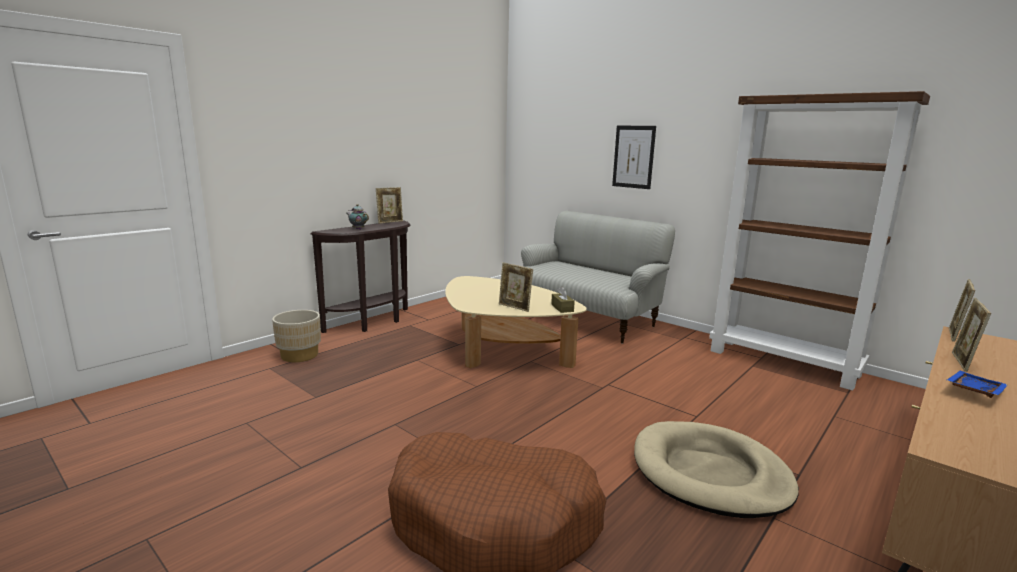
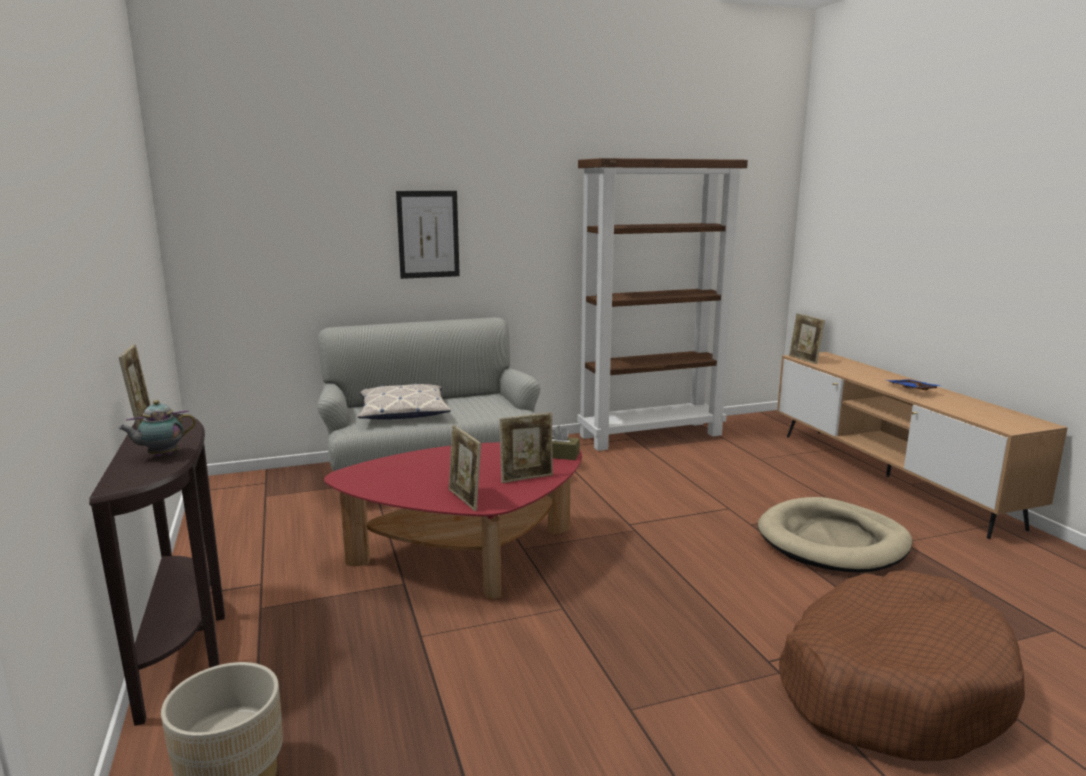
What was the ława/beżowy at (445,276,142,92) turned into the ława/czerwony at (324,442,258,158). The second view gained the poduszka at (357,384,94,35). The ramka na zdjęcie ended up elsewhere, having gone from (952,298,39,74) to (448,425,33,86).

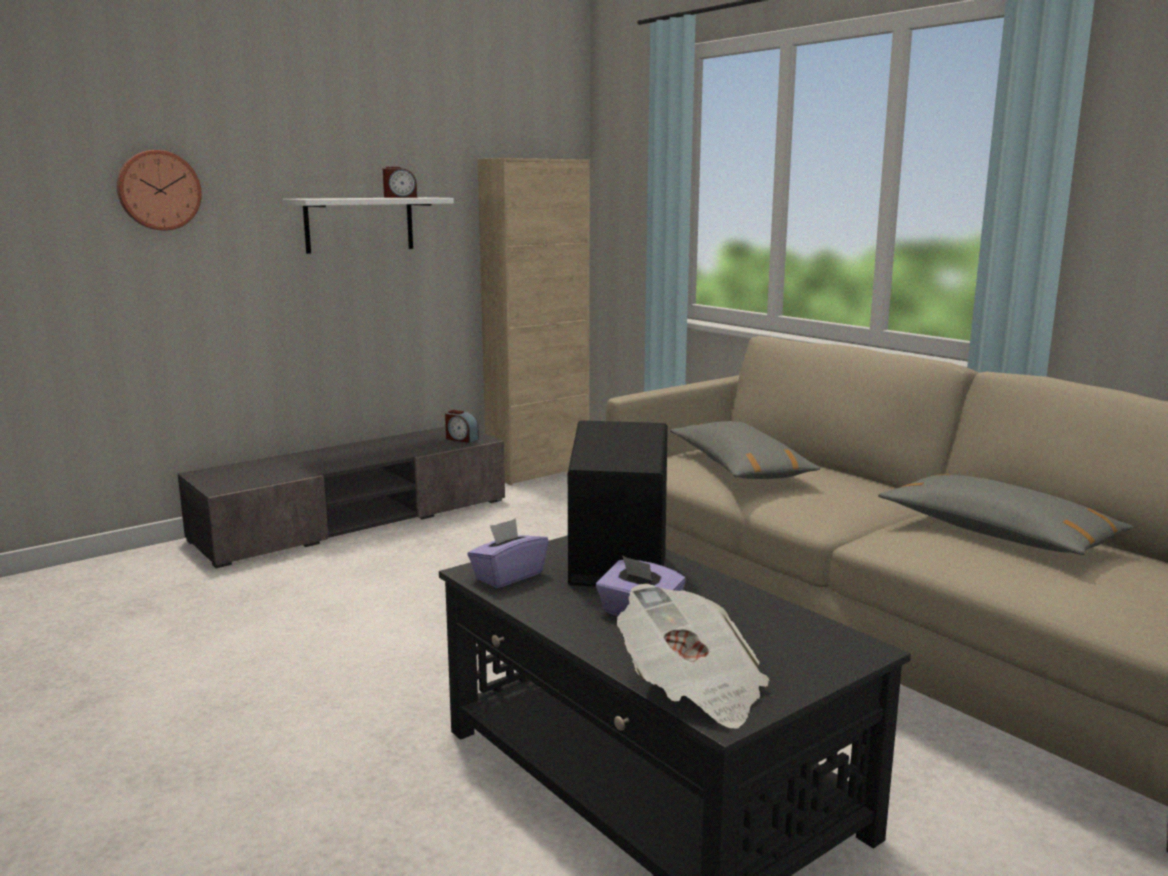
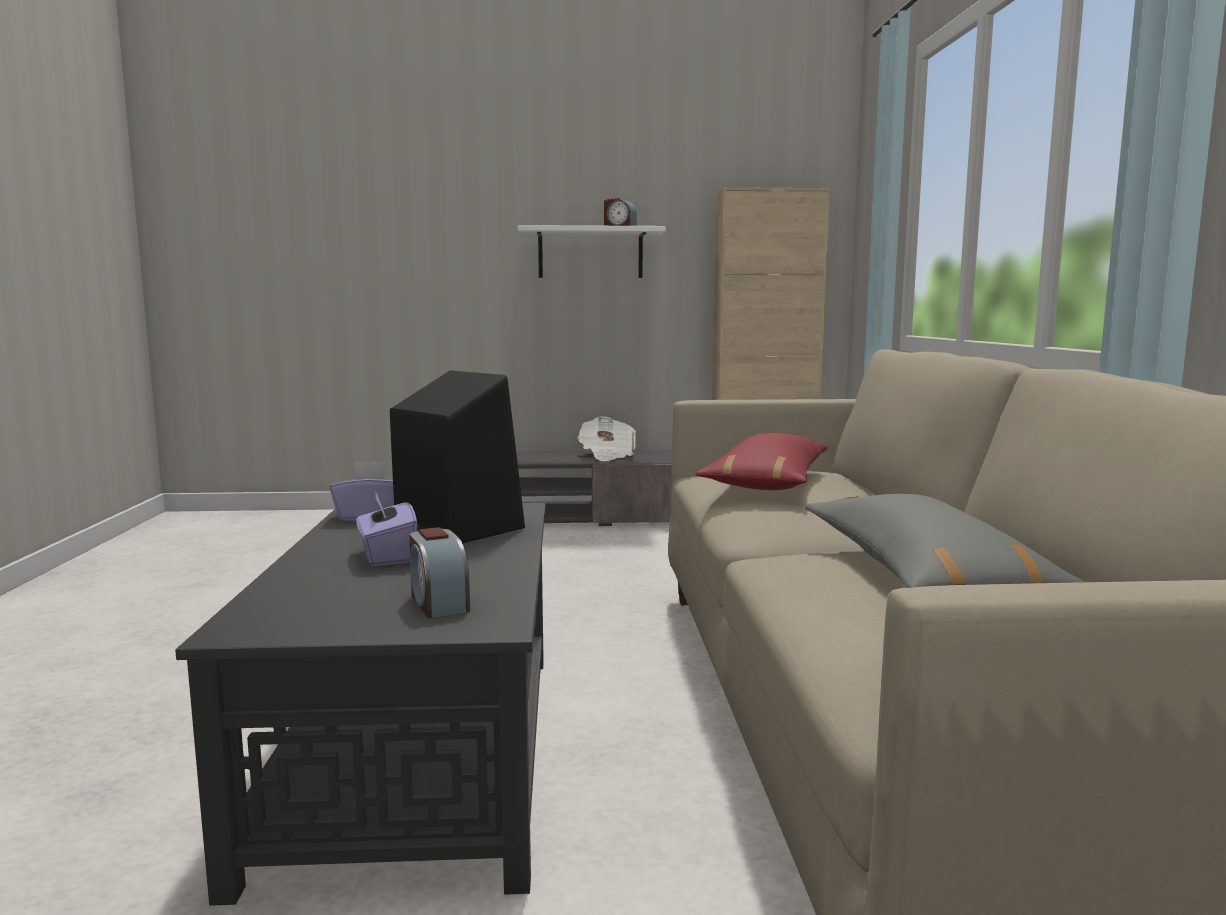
The budzik ended up elsewhere, having gone from (445,410,34,33) to (409,527,61,91). The gazeta ended up elsewhere, having gone from (617,584,152,145) to (577,416,59,45). What was the poduszka/szary at (670,421,150,58) turned into the poduszka/czerwony at (695,433,133,57). The second view lost the zegar ścienny at (117,150,85,81).

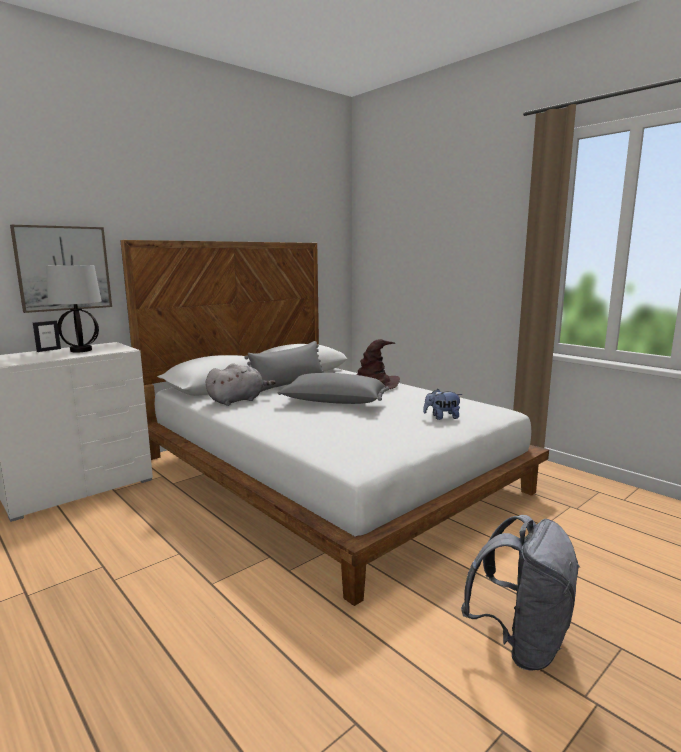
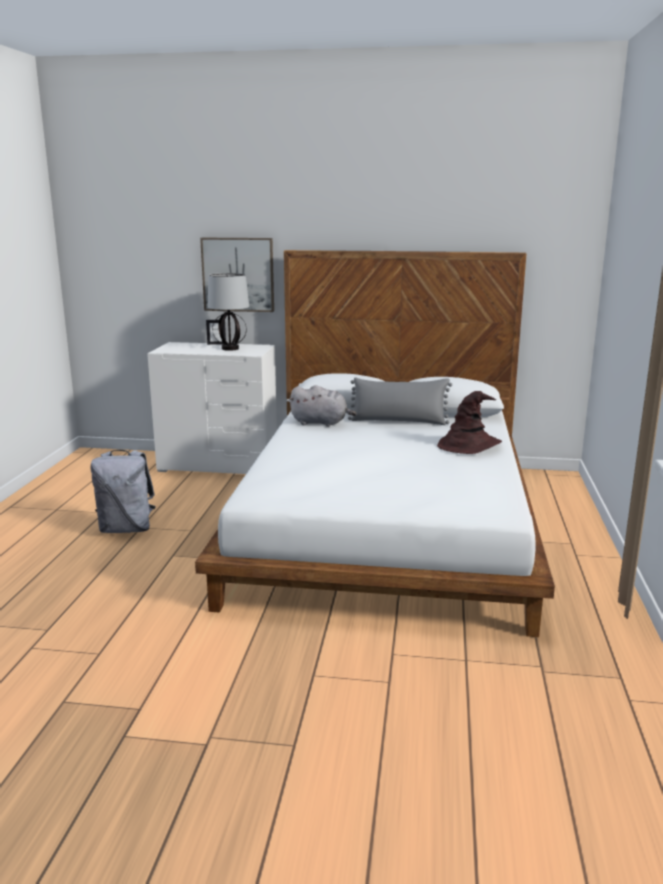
The plecak/szary ended up elsewhere, having gone from (461,515,119,156) to (90,450,66,83). The second view lost the poduszka/szary at (278,373,111,31). The second view lost the pluszak at (423,389,39,31).

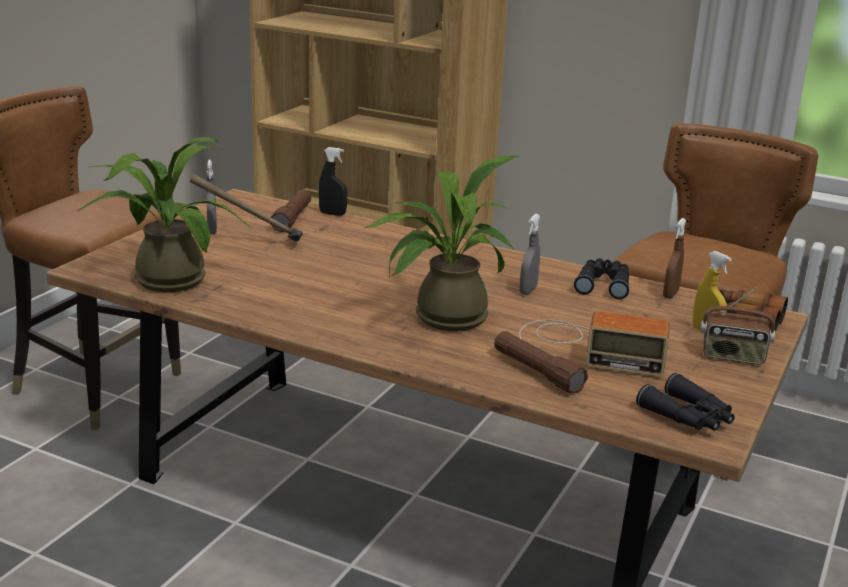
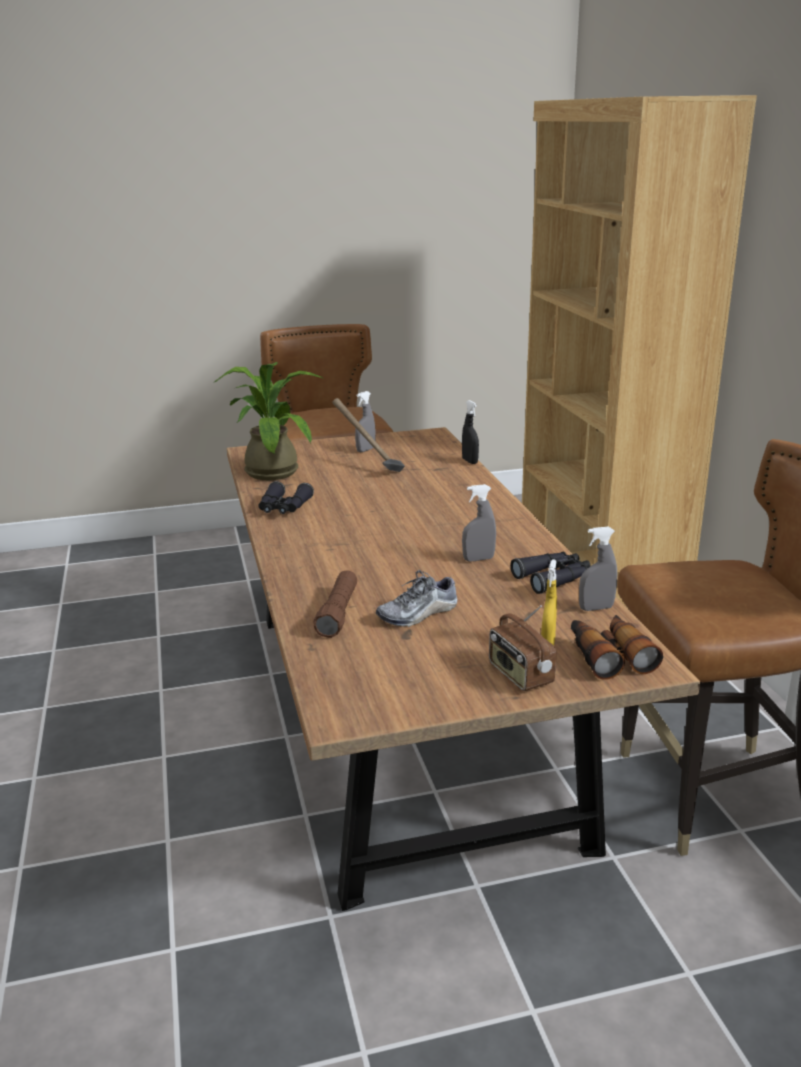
The lornetka/czarny ended up elsewhere, having gone from (636,373,99,58) to (258,481,56,33). Where the radio stood at (519,311,150,66), the but came to stand at (376,570,82,57). What was the spryskiwacz/brązowy at (663,218,23,81) turned into the spryskiwacz/szary at (579,527,39,84). The second view lost the latarka/brązowy at (271,190,40,42). The second view lost the roślina doniczkowa at (364,156,155,175).

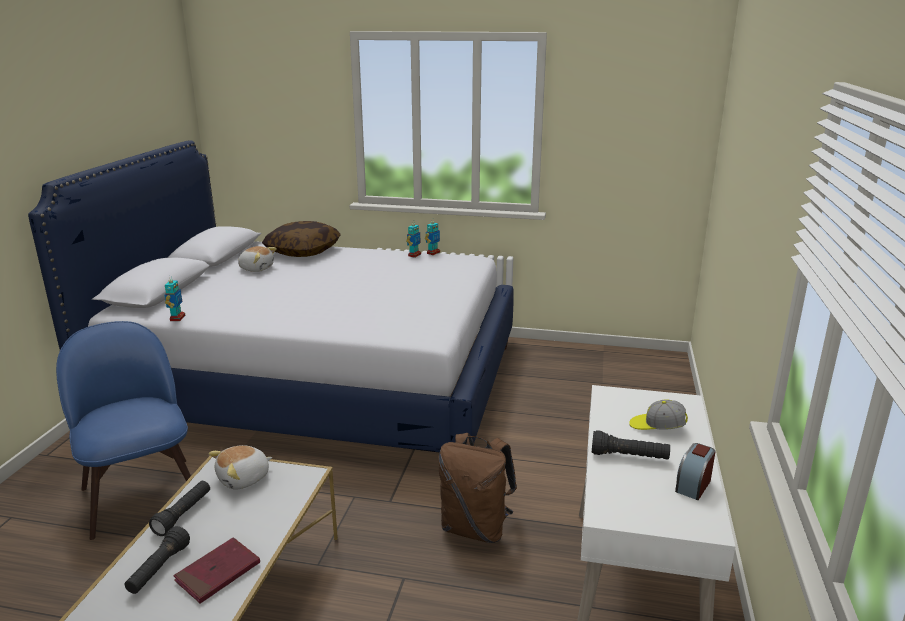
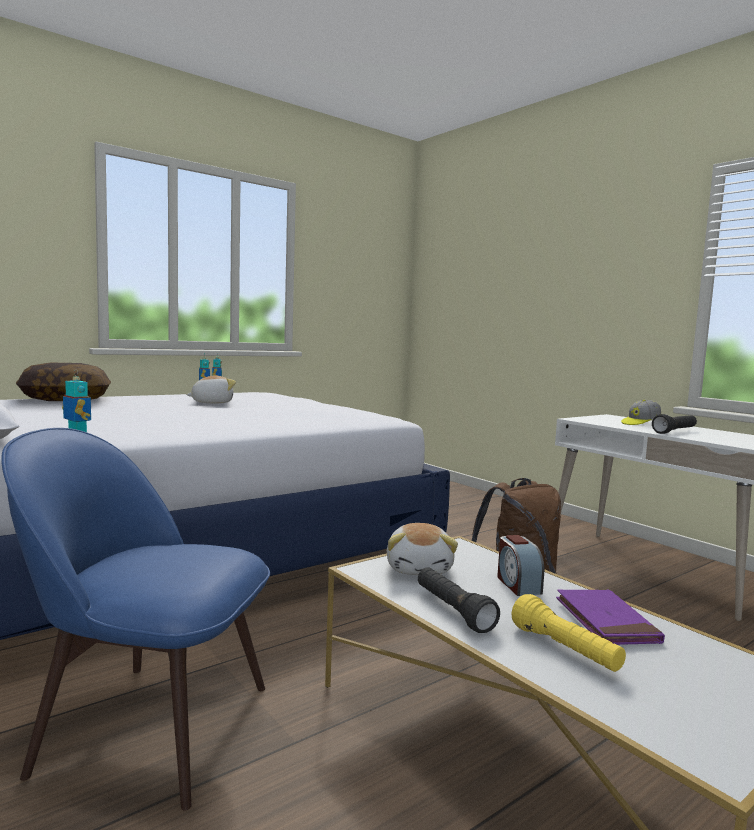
The pluszak ended up elsewhere, having gone from (238,246,39,26) to (186,375,50,29). The budzik ended up elsewhere, having gone from (675,443,40,57) to (497,535,47,61). What was the latarka/czarny at (125,526,65,68) turned into the latarka/żółty at (512,594,114,78). What was the książka/czerwony at (173,537,87,67) turned into the książka/fioletowy at (556,590,109,55).

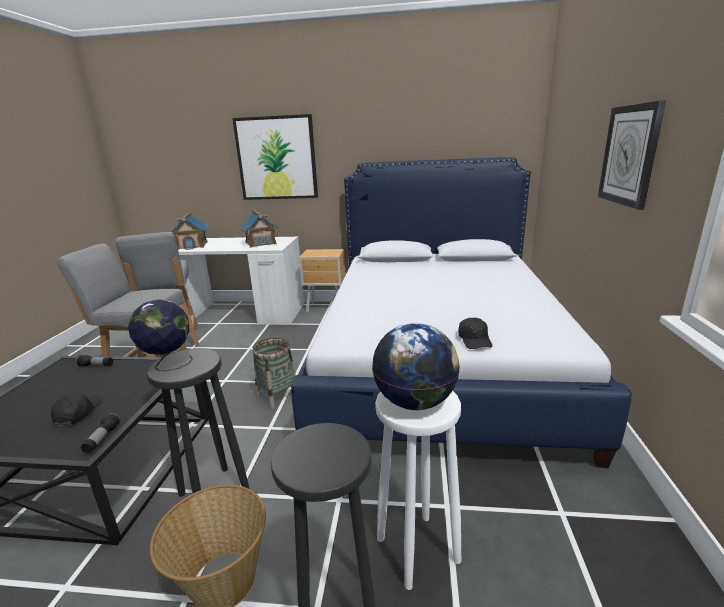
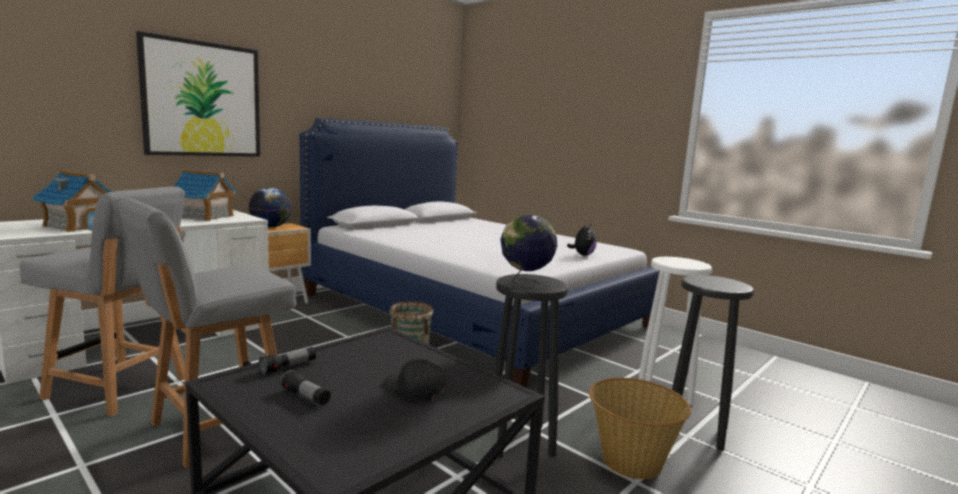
The globus ended up elsewhere, having gone from (372,323,88,87) to (249,188,43,40). The latarka ended up elsewhere, having gone from (81,413,39,40) to (280,370,51,35). Where the czapka z daszkiem/czarny stood at (458,318,34,31), the pluszak came to stand at (567,223,30,33). The second view lost the zegar ścienny at (598,101,68,109).

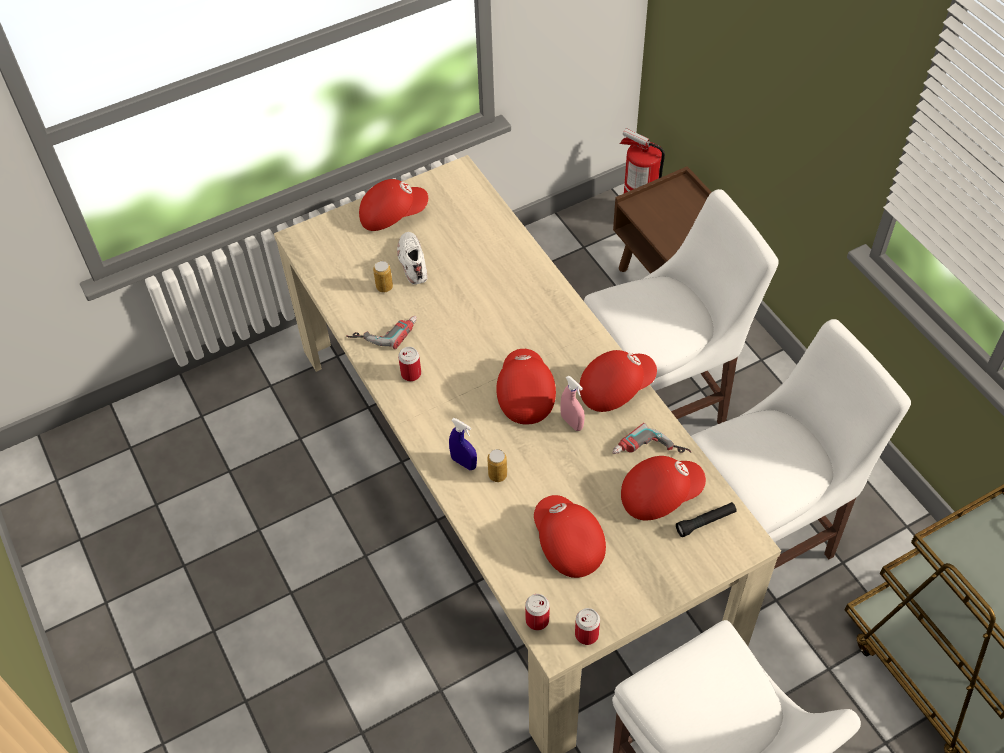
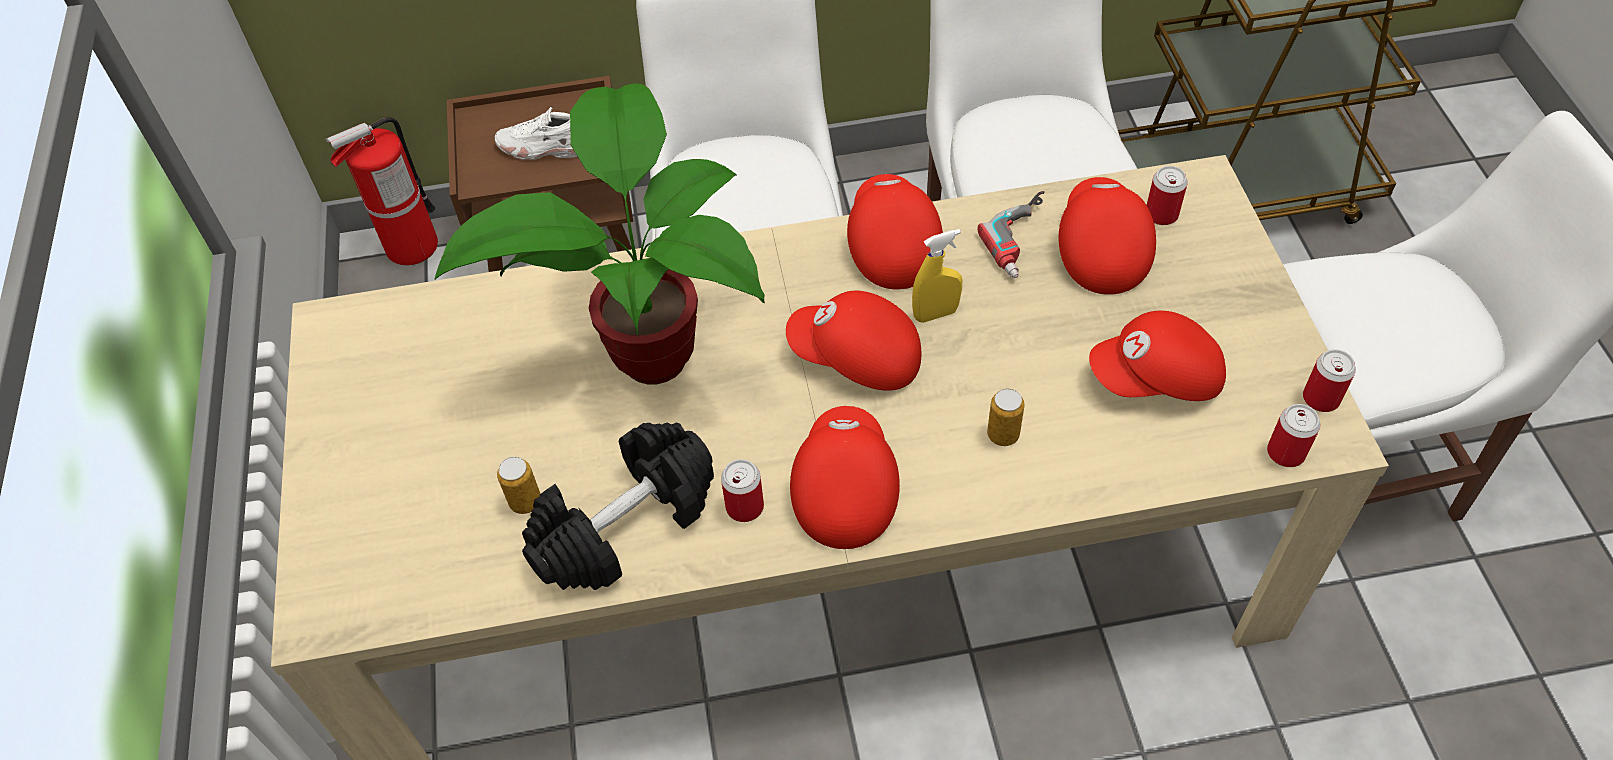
The second view gained the roślina doniczkowa at (435,83,330,301). The but/biały ended up elsewhere, having gone from (397,232,30,53) to (495,106,82,54). Where the wiertarka stood at (346,316,71,33), the hantel/czarny came to stand at (522,423,192,167). The czapka z daszkiem/czerwony ended up elsewhere, having gone from (359,179,69,52) to (790,406,110,143). What was the spryskiwacz/różowy at (560,376,25,55) turned into the spryskiwacz/żółty at (912,229,50,94). Where the latarka/czarny stood at (676,502,61,35), the puszka came to stand at (1147,166,41,59). The second view lost the spryskiwacz/niebieski at (449,418,28,52).

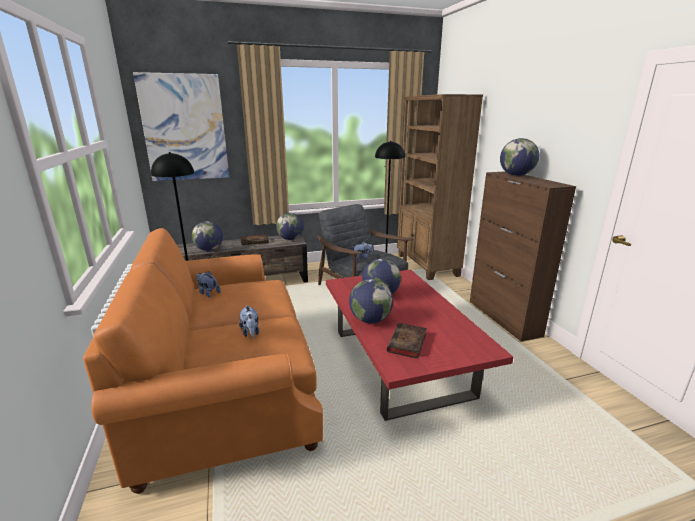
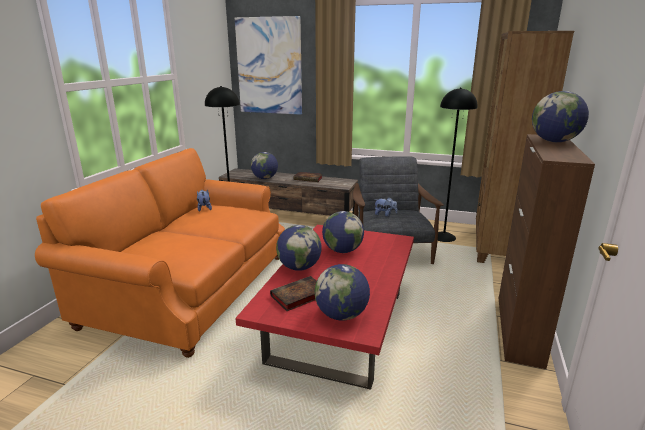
The globus ended up elsewhere, having gone from (276,213,28,27) to (314,264,56,57). The second view lost the pluszak at (239,305,20,33).

